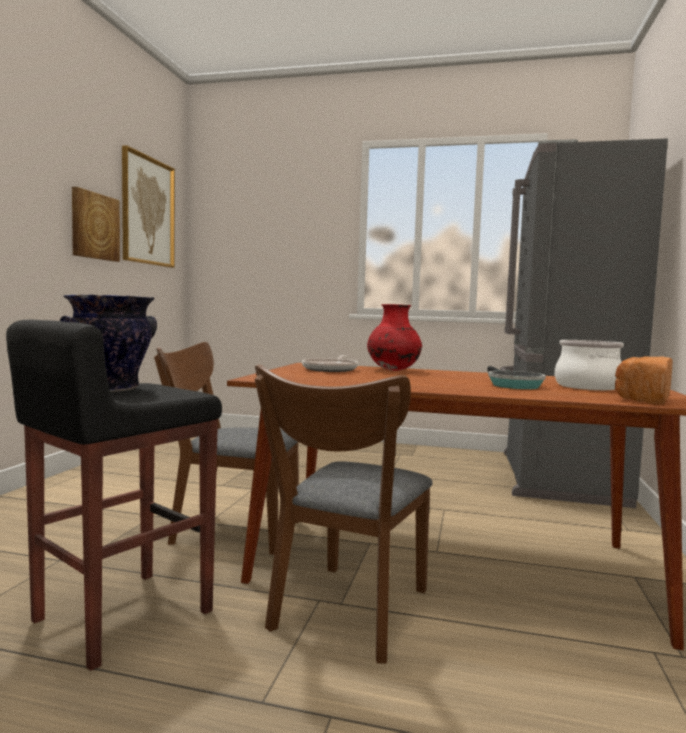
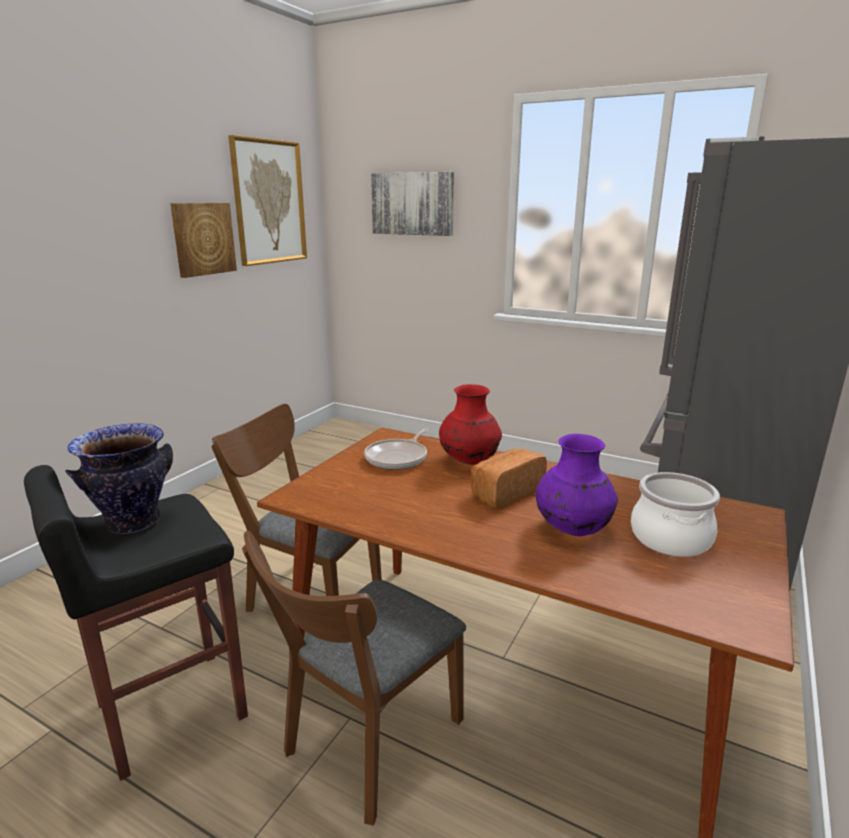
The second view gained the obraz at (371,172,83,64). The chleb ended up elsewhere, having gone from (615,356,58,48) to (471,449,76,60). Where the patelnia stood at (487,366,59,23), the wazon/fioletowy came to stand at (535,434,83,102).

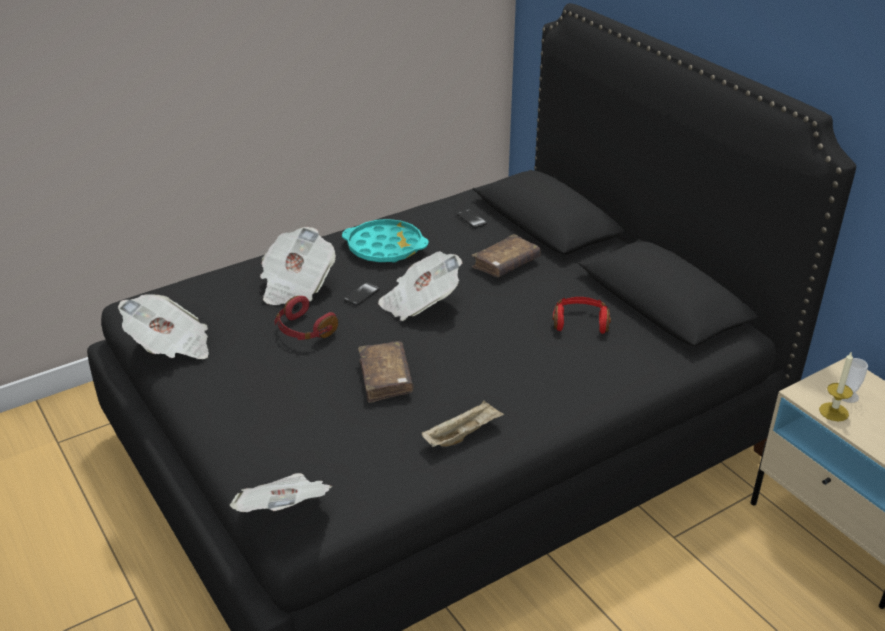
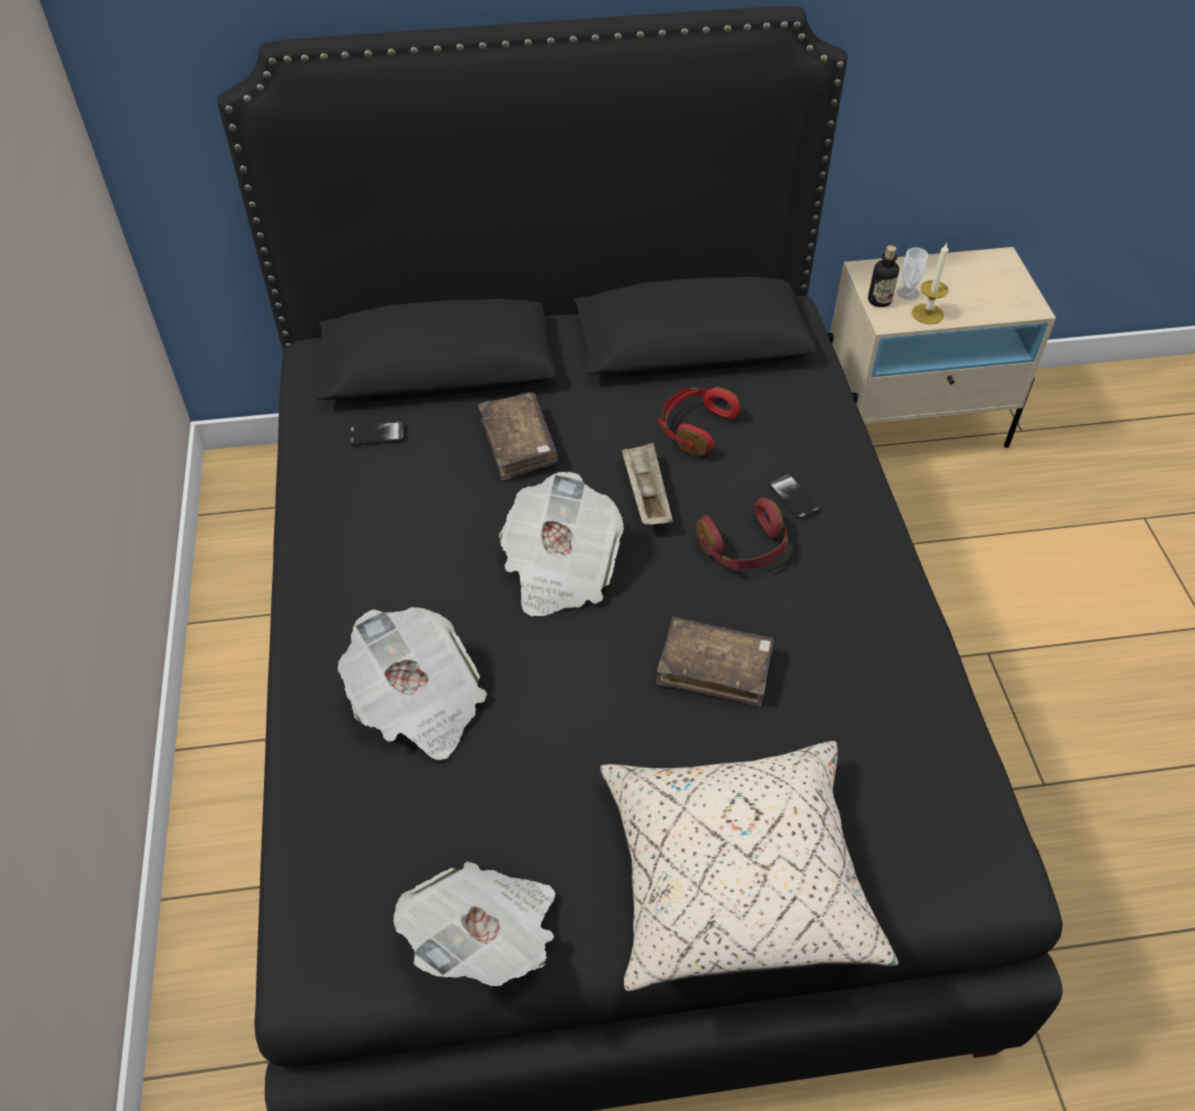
The second view gained the poduszka/beżowy at (600,741,298,250). The taca/beżowy ended up elsewhere, having gone from (422,400,82,47) to (622,443,51,82). The słuchawki/czerwony ended up elsewhere, having gone from (275,296,63,44) to (696,498,92,73). The telefon ended up elsewhere, having gone from (344,282,36,24) to (768,474,52,46). The second view gained the butelka at (868,245,31,62). The second view lost the gazeta at (230,473,102,39). The second view lost the taca/turkusowy at (342,219,87,44).

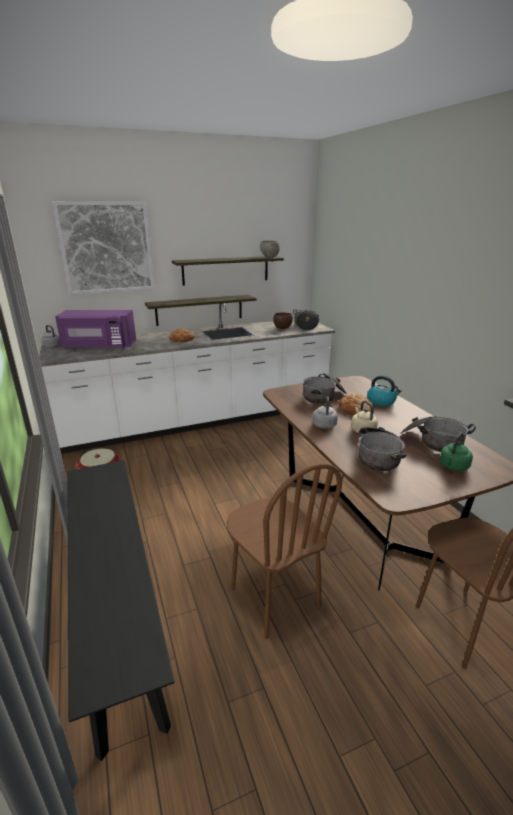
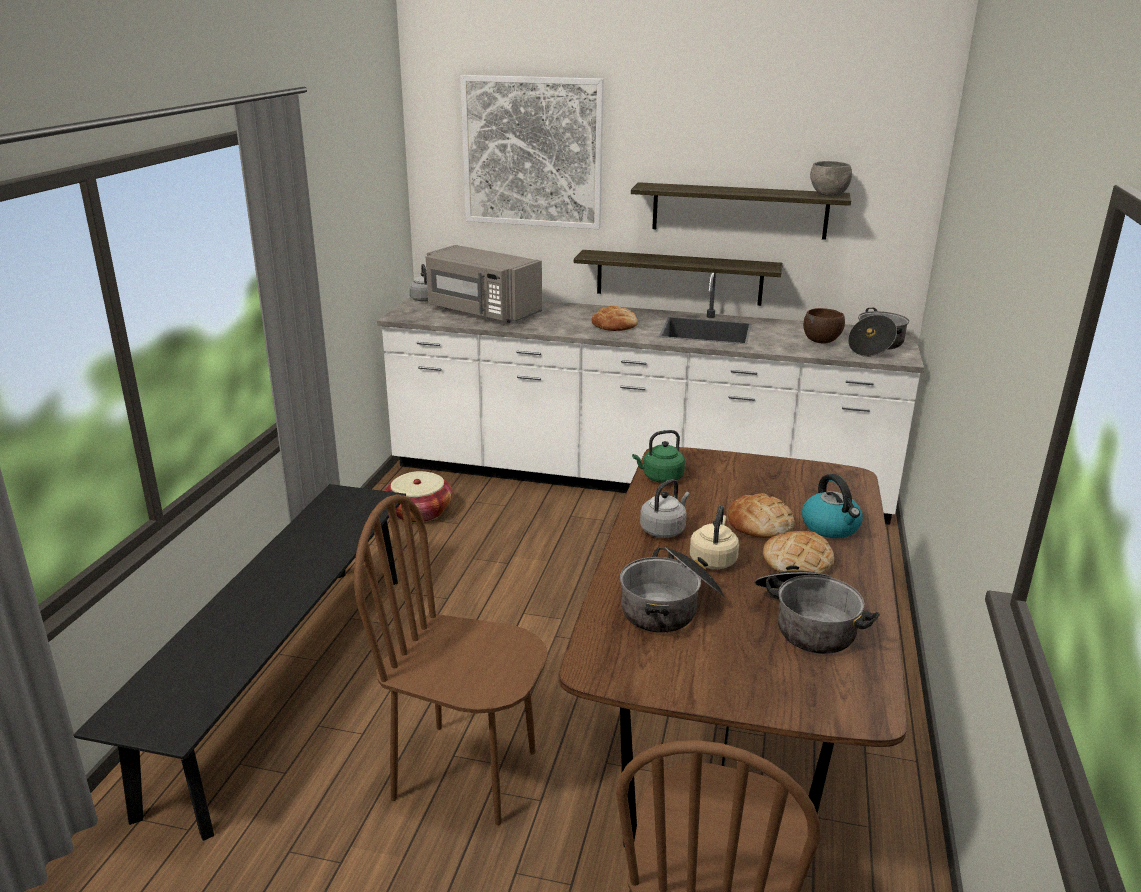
The krzesło/brązowy at (227,463,115,176) ended up facing another way, 105 degrees clockwise from before. What was the mikrofalówka/fioletowy at (55,310,81,39) turned into the mikrofalówka/szary at (426,245,116,78). The czajnik/zielony ended up elsewhere, having gone from (440,432,33,39) to (632,430,53,53). The second view gained the chleb at (763,531,71,43). The second view lost the garnek at (303,373,44,31).

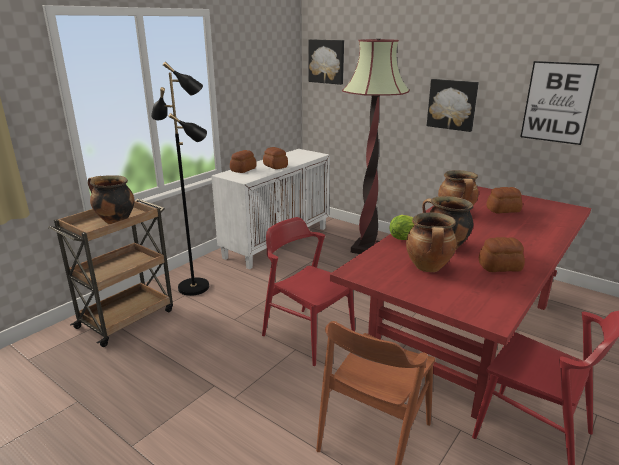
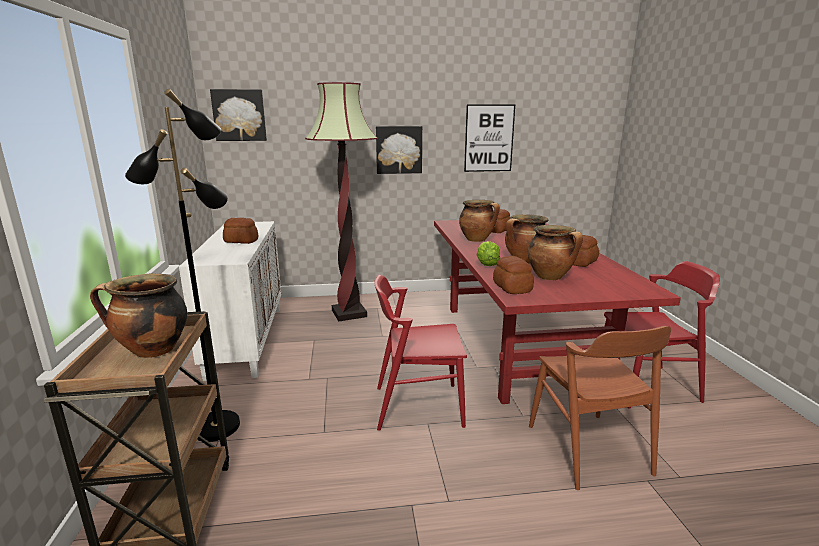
The chleb ended up elsewhere, having gone from (230,150,27,23) to (493,256,41,38).

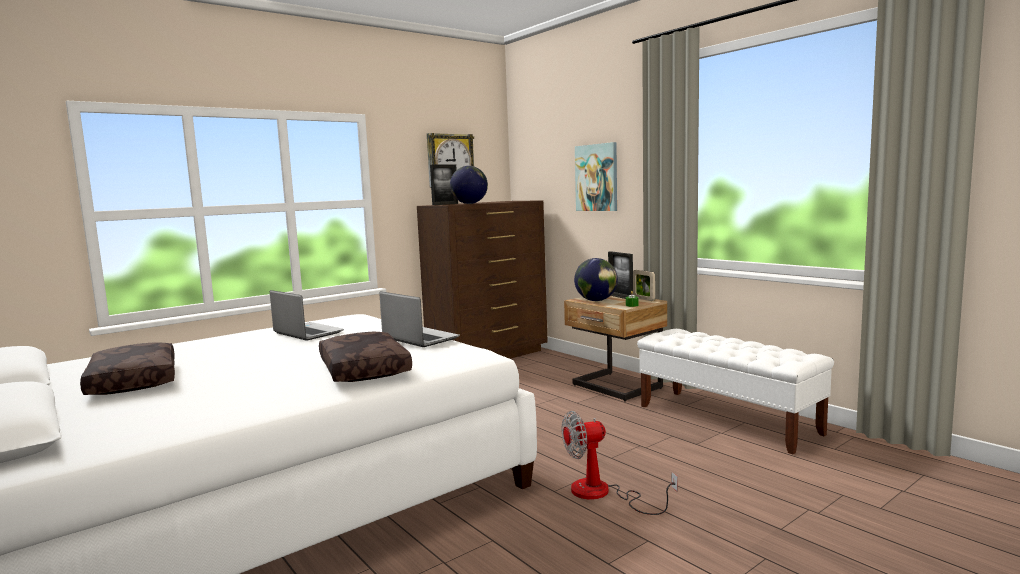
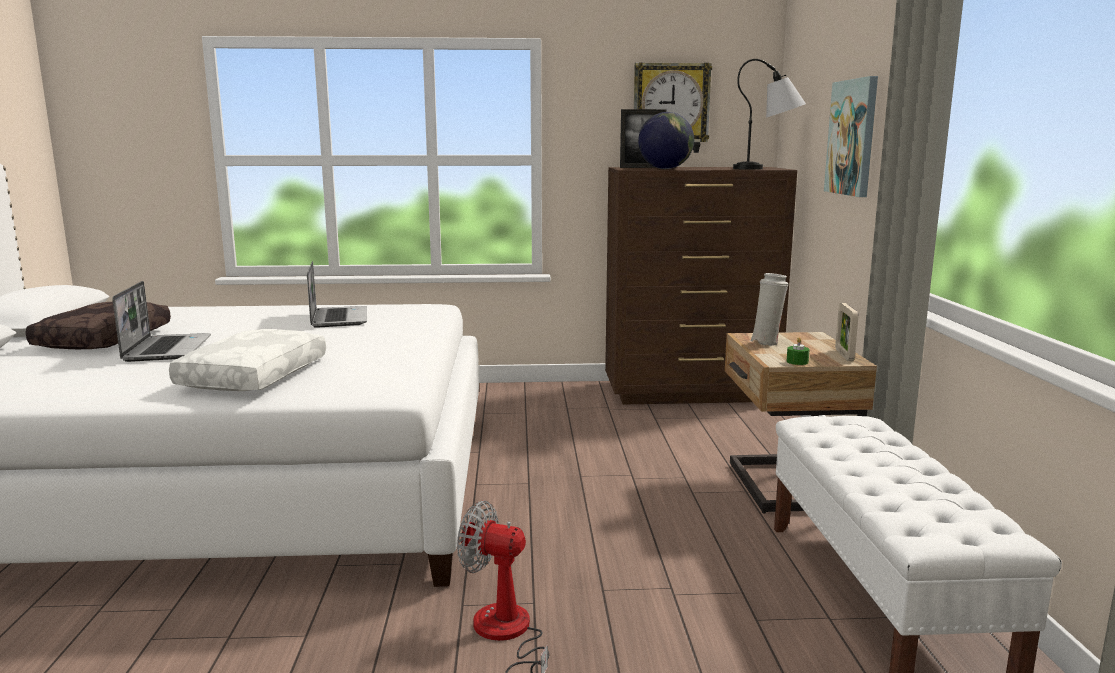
The laptop ended up elsewhere, having gone from (379,291,81,56) to (112,281,99,81). What was the poduszka/brązowy at (319,332,93,50) turned into the poduszka/biały at (169,329,157,62). The second view gained the lampa stołowa at (733,59,73,111). Where the globus stood at (574,258,44,43), the wazon/biały came to stand at (750,273,38,73). The second view lost the ramka na zdjęcie at (608,251,25,48).

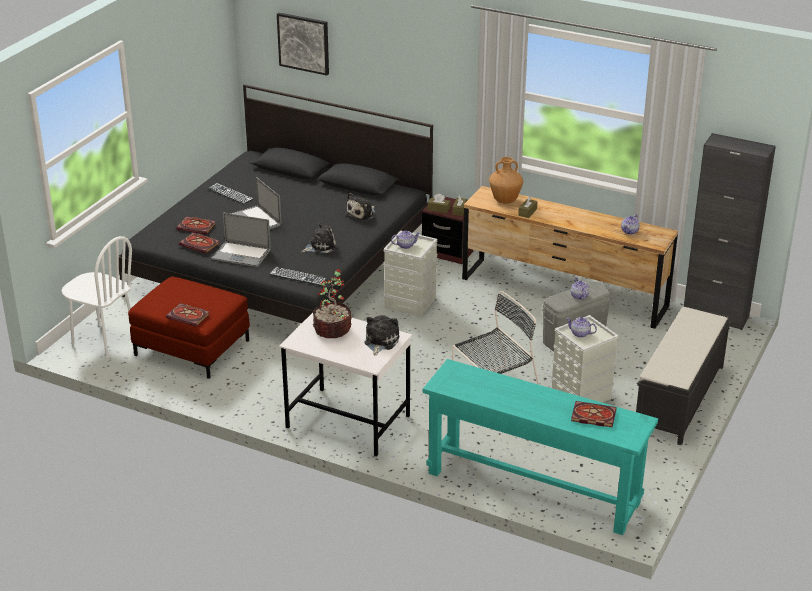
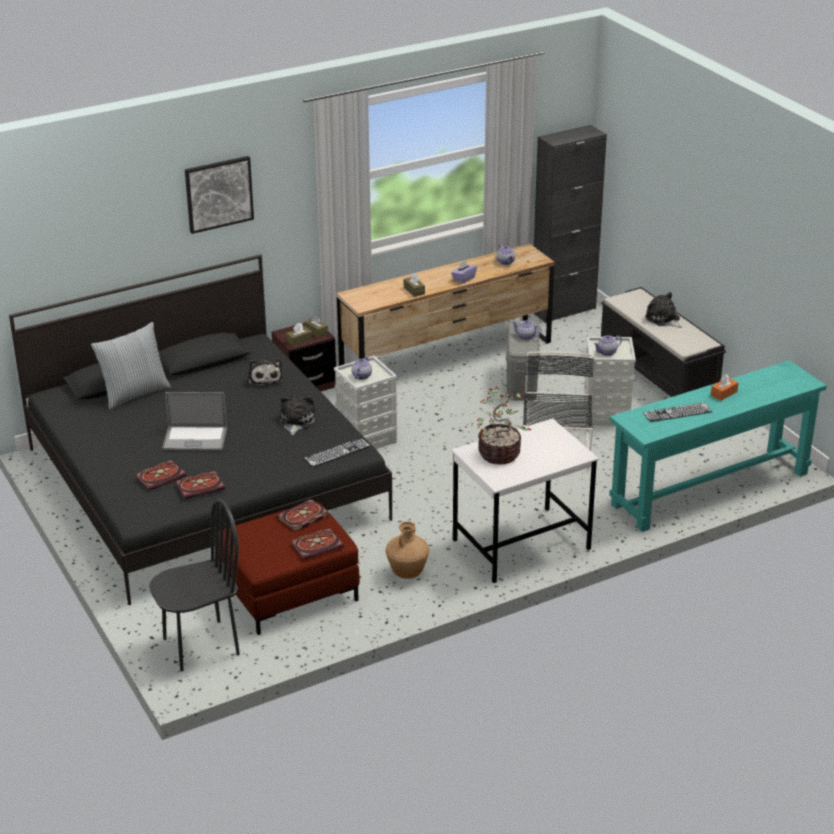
The second view gained the poduszka at (91,322,80,88). What was the krzesło/biały at (61,236,71,122) turned into the krzesło/czarny at (149,499,91,172). The obraz ended up elsewhere, having gone from (277,12,52,64) to (185,156,69,78). The książka ended up elsewhere, having gone from (571,401,46,26) to (277,499,52,33). The wazon/brązowy ended up elsewhere, having gone from (489,157,34,47) to (386,521,43,58). The second view gained the pudełko chusteczek/fioletowy at (451,260,26,24). The klawiatura ended up elsewhere, having gone from (208,183,46,21) to (643,402,69,20). The pluszak ended up elsewhere, having gone from (364,315,36,41) to (645,292,37,36). The second view gained the pudełko chusteczek/pomarańczowy at (711,374,27,27). The second view lost the laptop at (212,212,59,55).

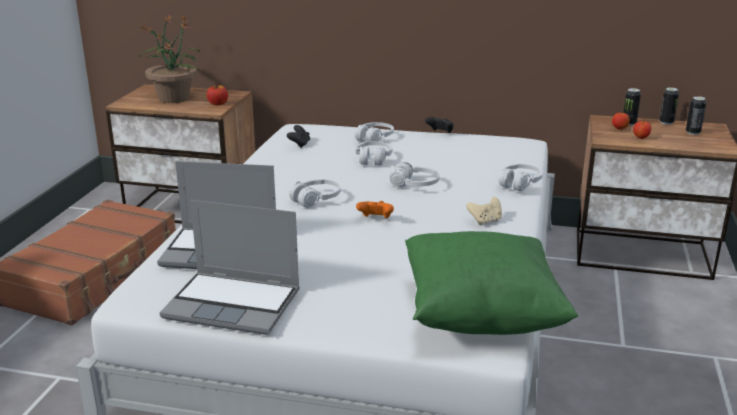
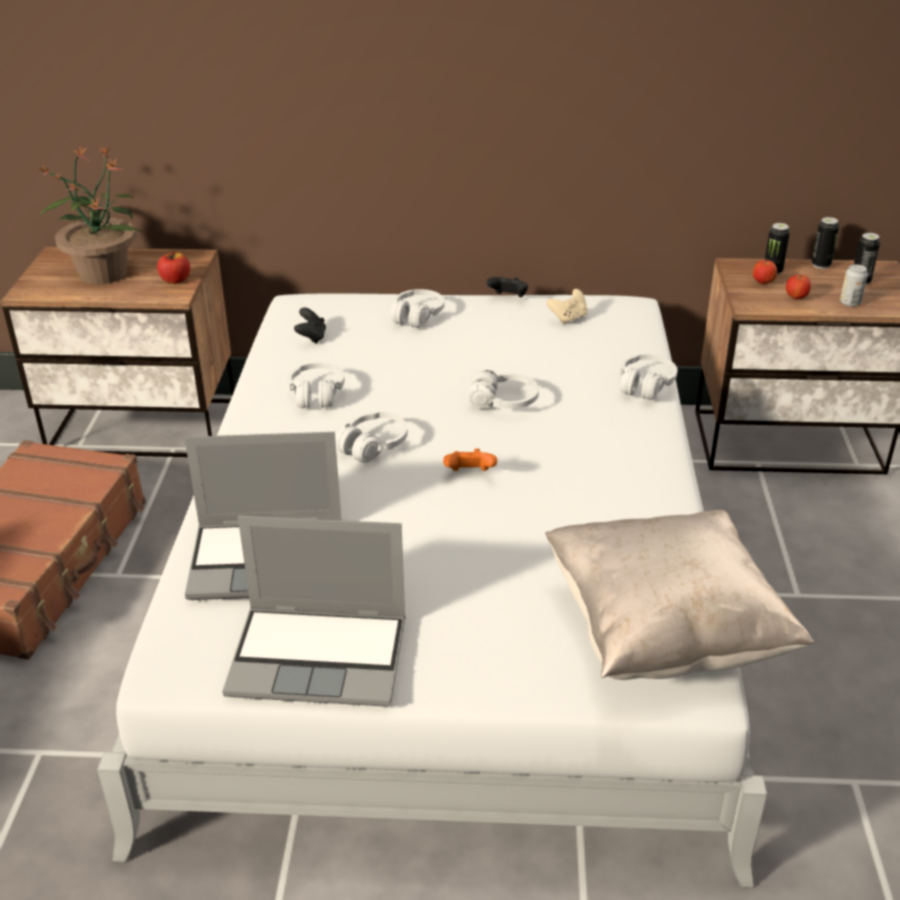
The słuchawki/biały ended up elsewhere, having gone from (356,141,36,25) to (288,363,57,45). What was the poduszka/zielony at (405,231,173,104) turned into the poduszka/beżowy at (545,509,270,171). The pad do gier/beżowy ended up elsewhere, having gone from (466,197,36,28) to (547,289,41,35). The second view gained the puszka at (840,264,28,43).

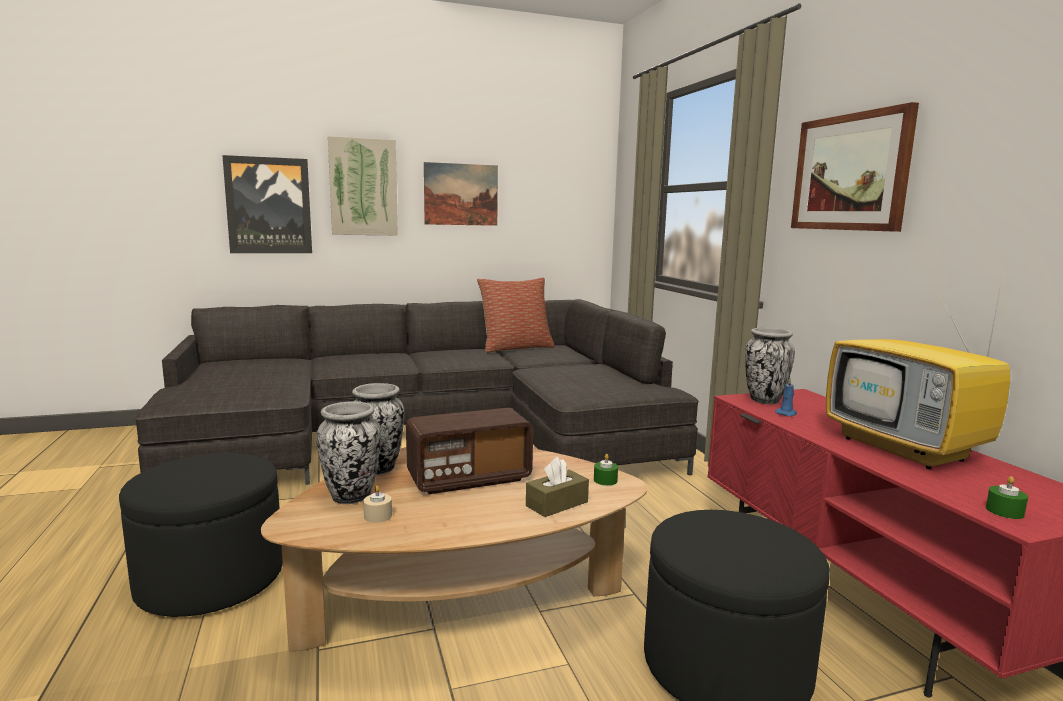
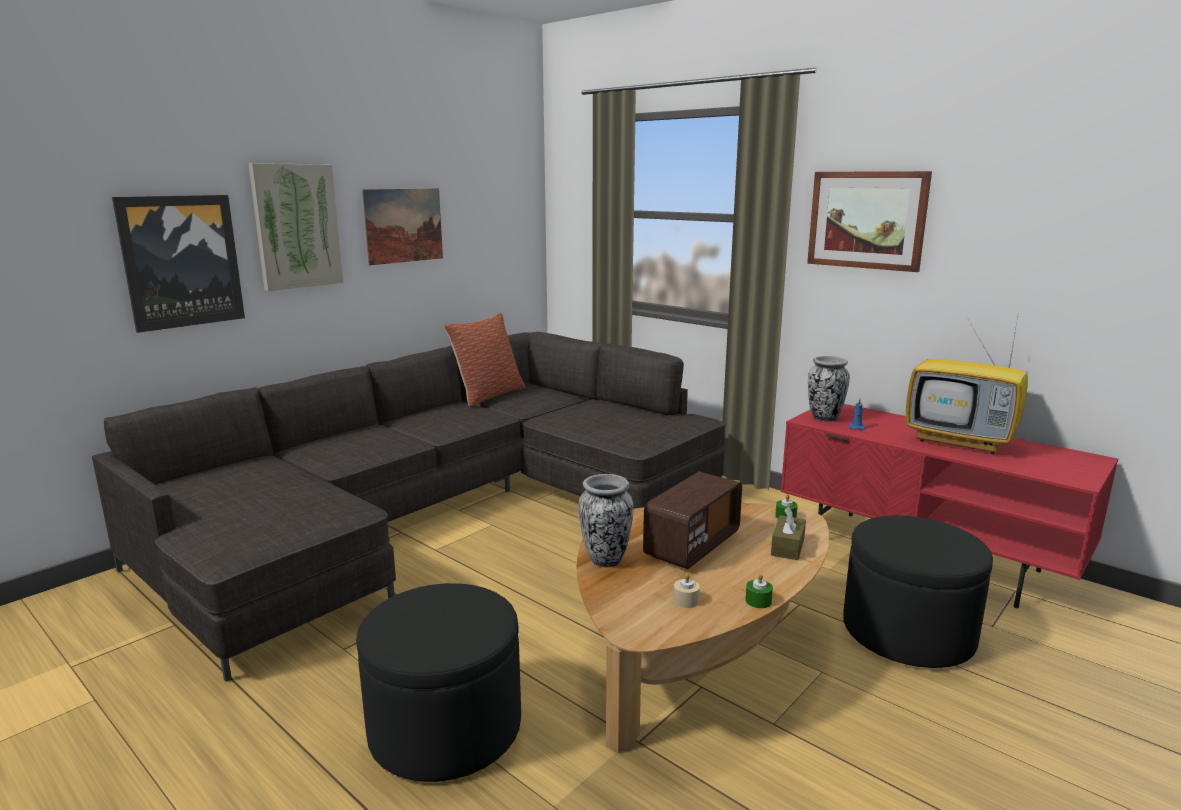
The świeca/zielony ended up elsewhere, having gone from (986,476,42,43) to (745,574,28,34). The second view lost the wazon at (316,401,65,103).

